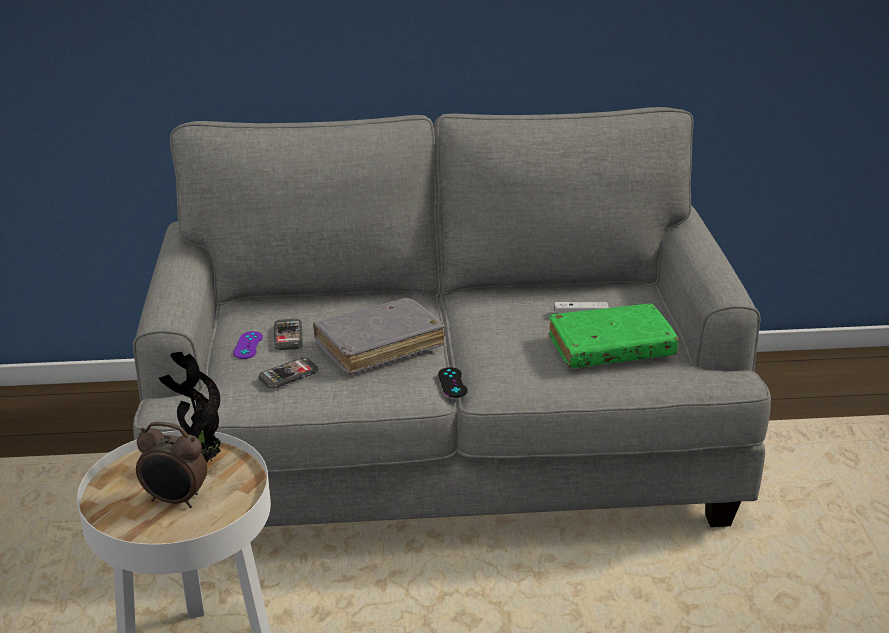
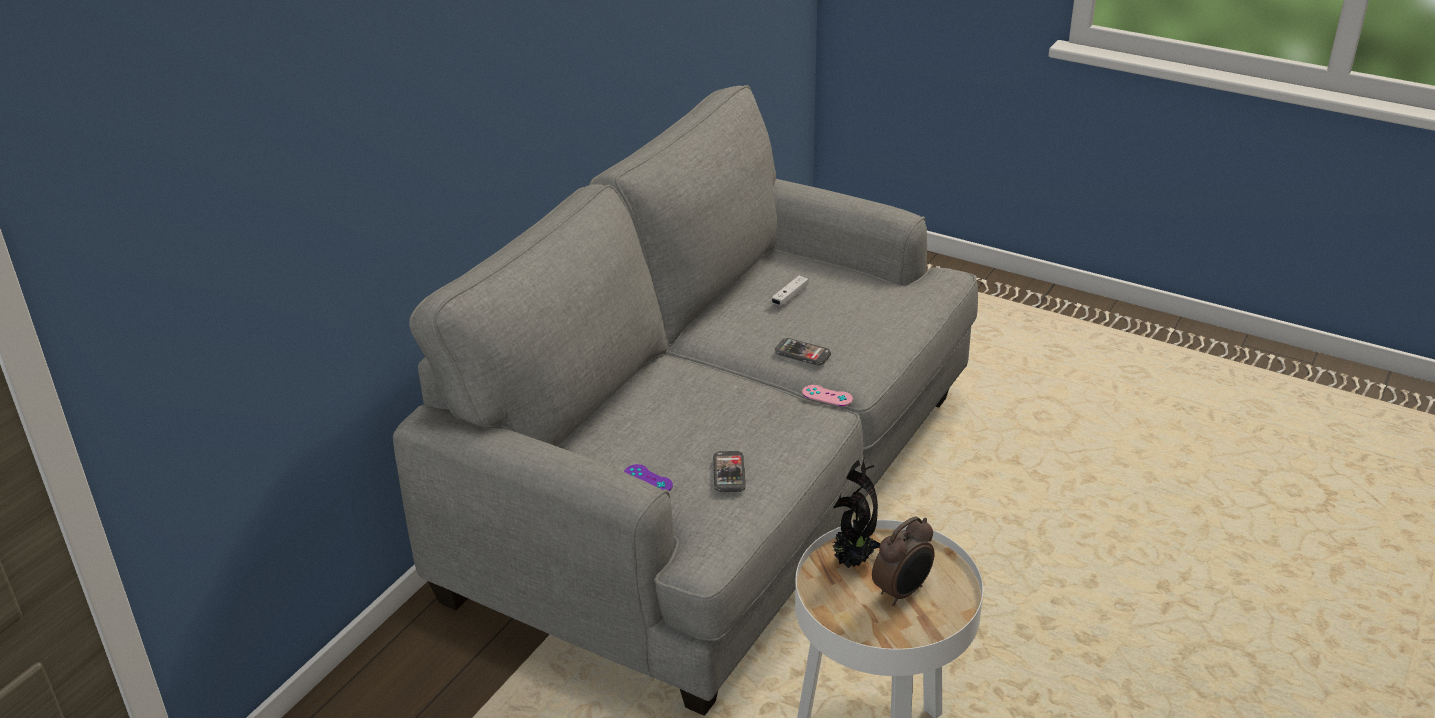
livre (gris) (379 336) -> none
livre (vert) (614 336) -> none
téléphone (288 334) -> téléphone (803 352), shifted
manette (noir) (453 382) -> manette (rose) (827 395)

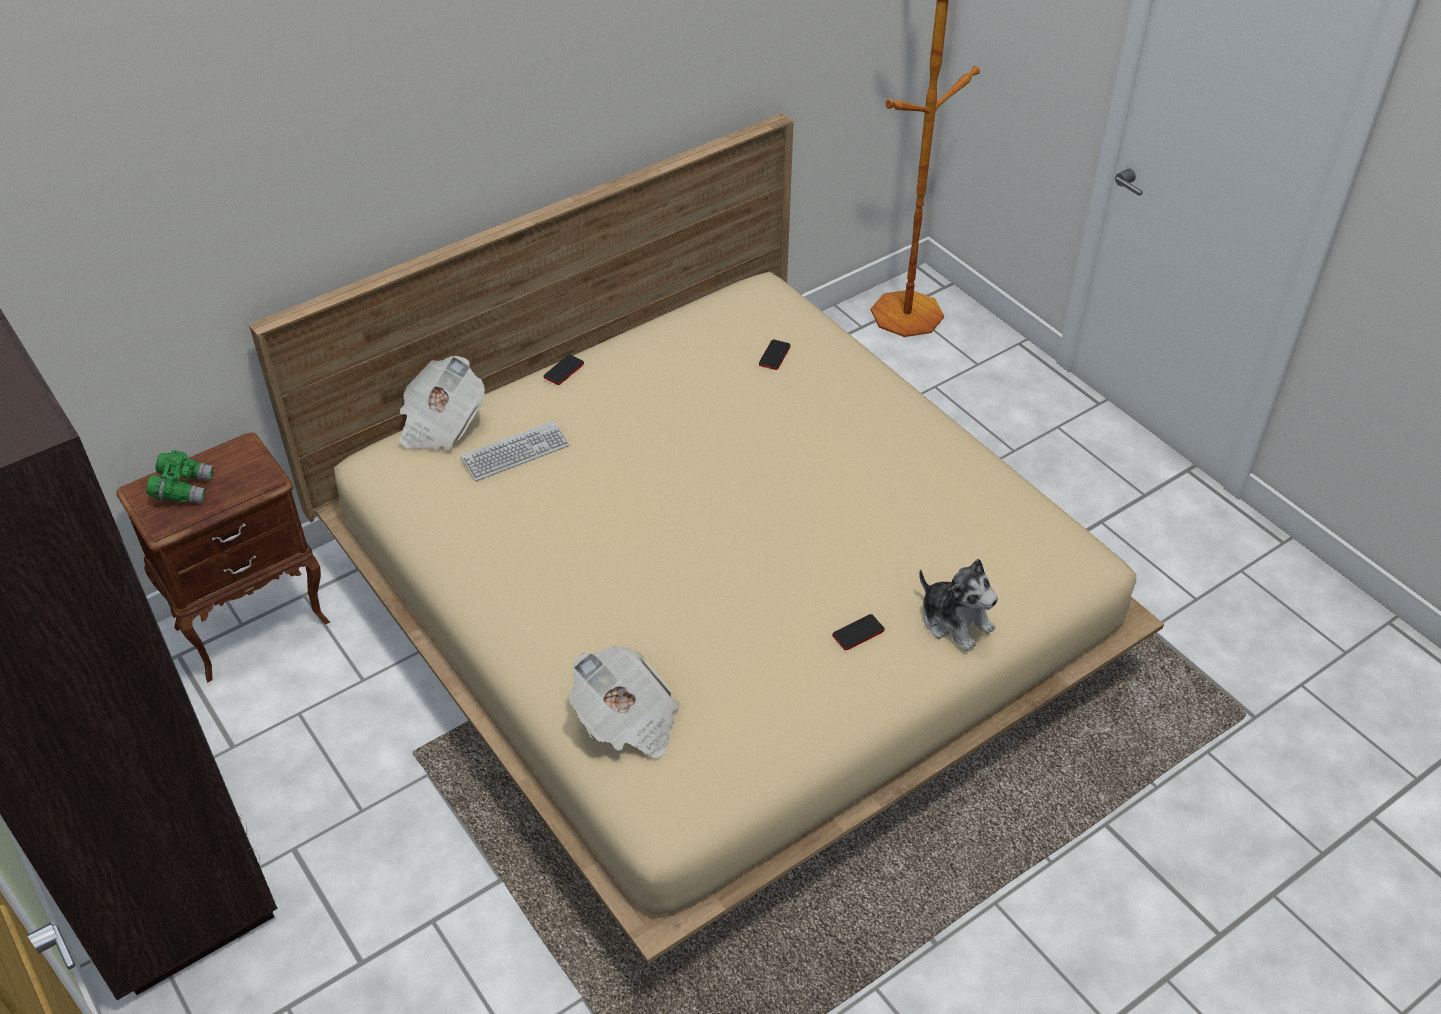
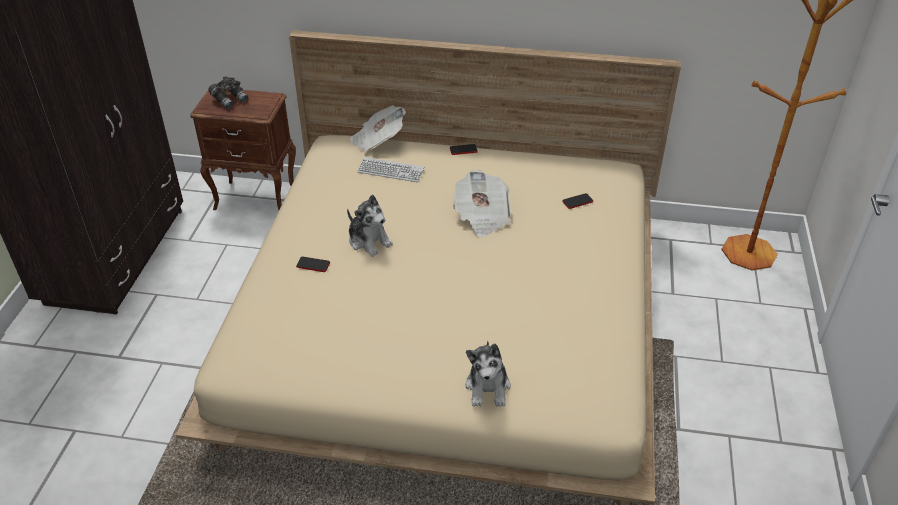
none -> peluche (370 226)
journal (624 702) -> journal (482 203), shifted
téléphone (858 632) -> téléphone (313 264), shifted
jumelles (vert) (179 477) -> jumelles (gris) (228 92)

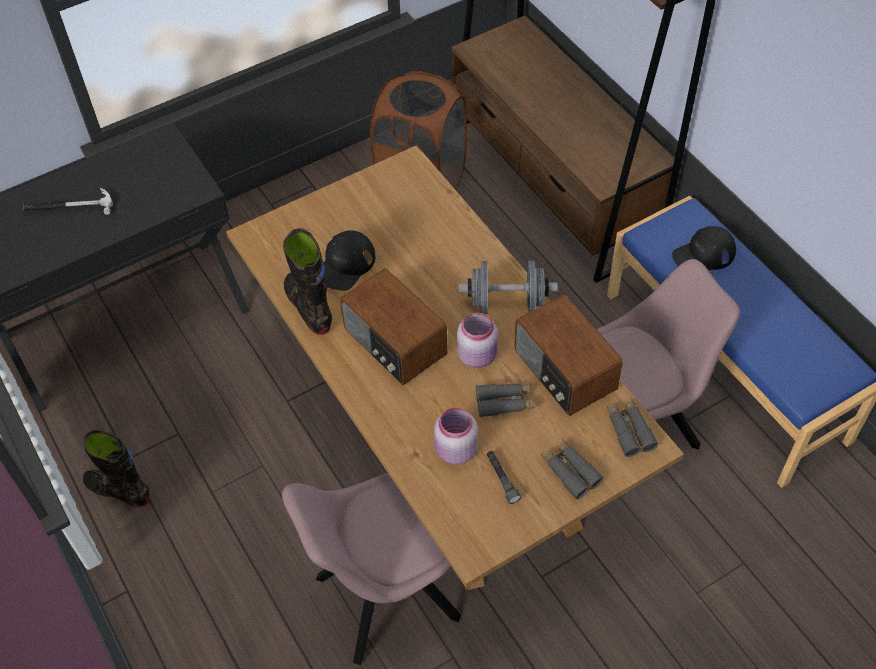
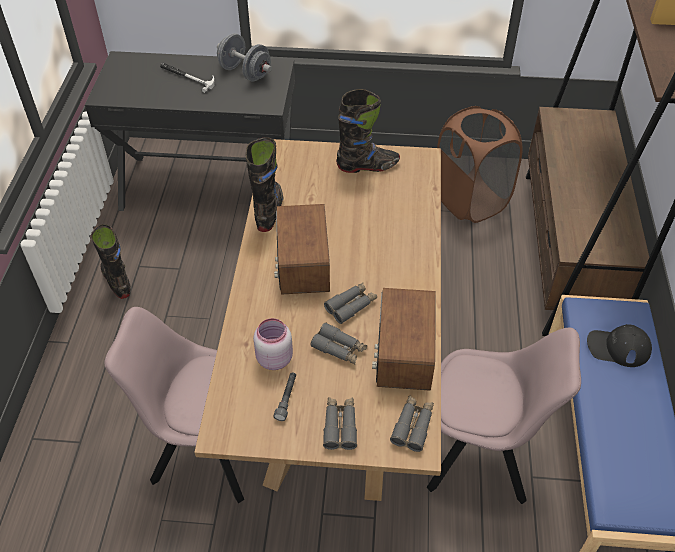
casquette (noir) (349 260) -> none
none -> botte (noir) (368 131)
haltère (gris) (508 287) -> haltère (gris) (244 57), shifted
bocal (rose) (477 340) -> jumelles (gris) (350 303)

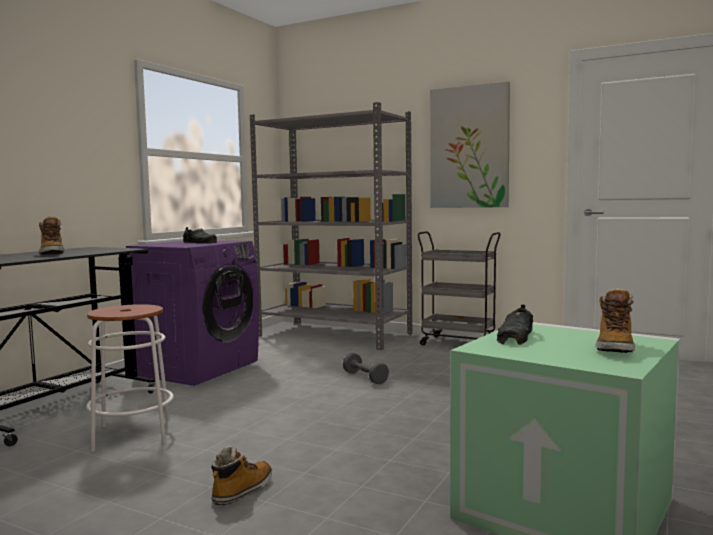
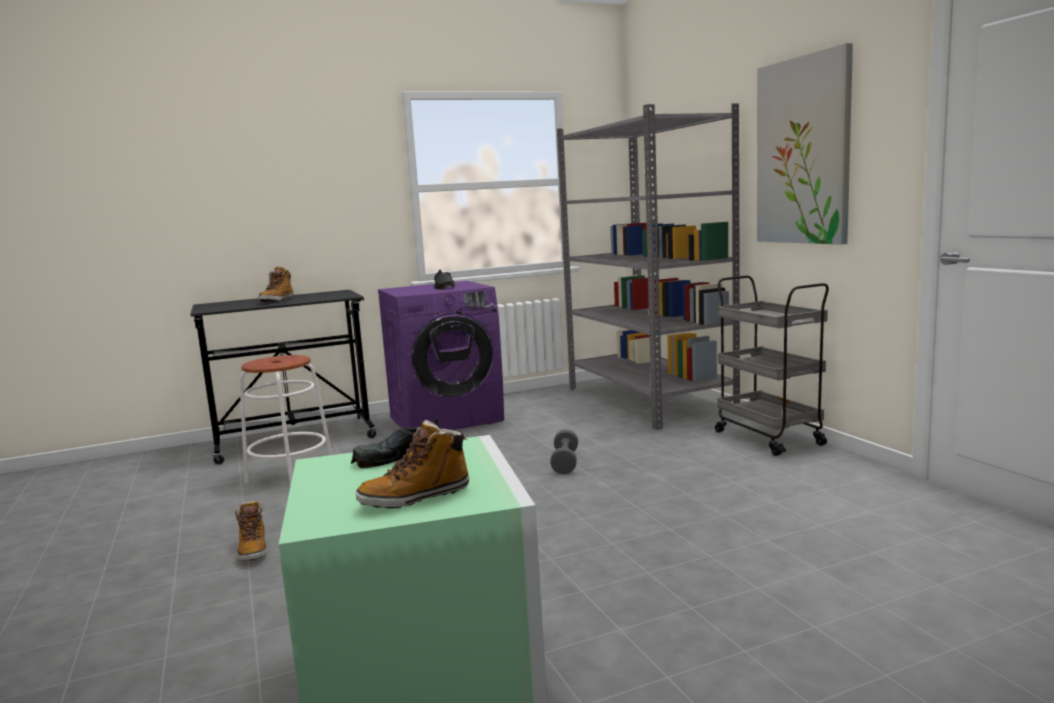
botte (241 475) -> botte (251 531), 90 degrees clockwise

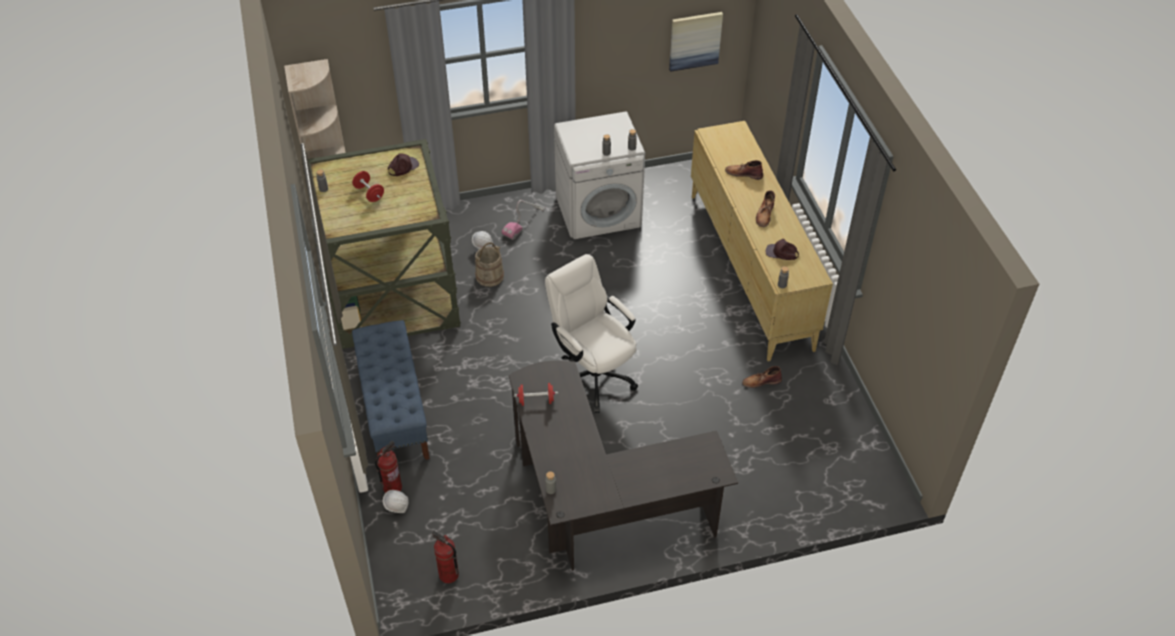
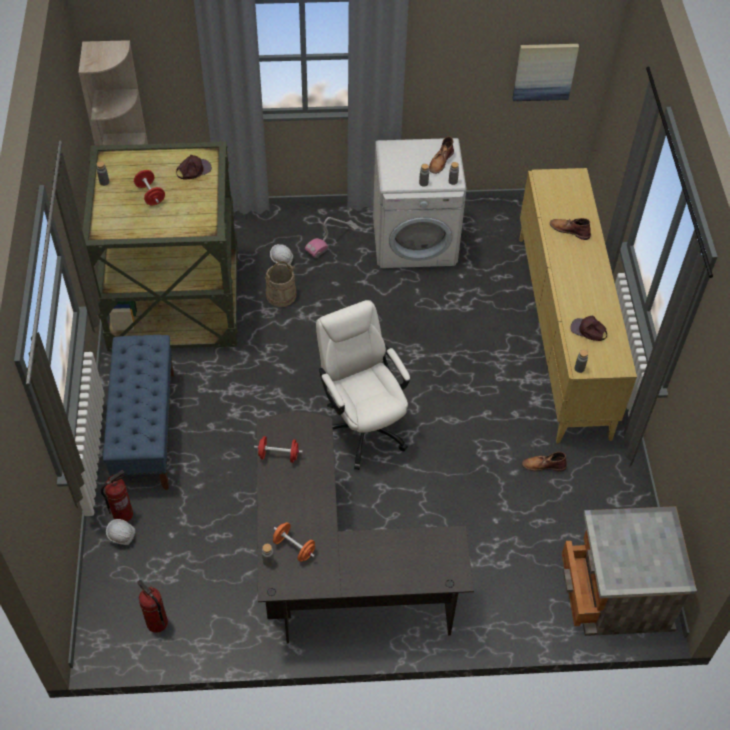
none -> haltère (orange) (294 542)
none -> table de chevet (gris) (629 571)
botte (marron) (765 208) -> botte (marron) (441 155), shifted

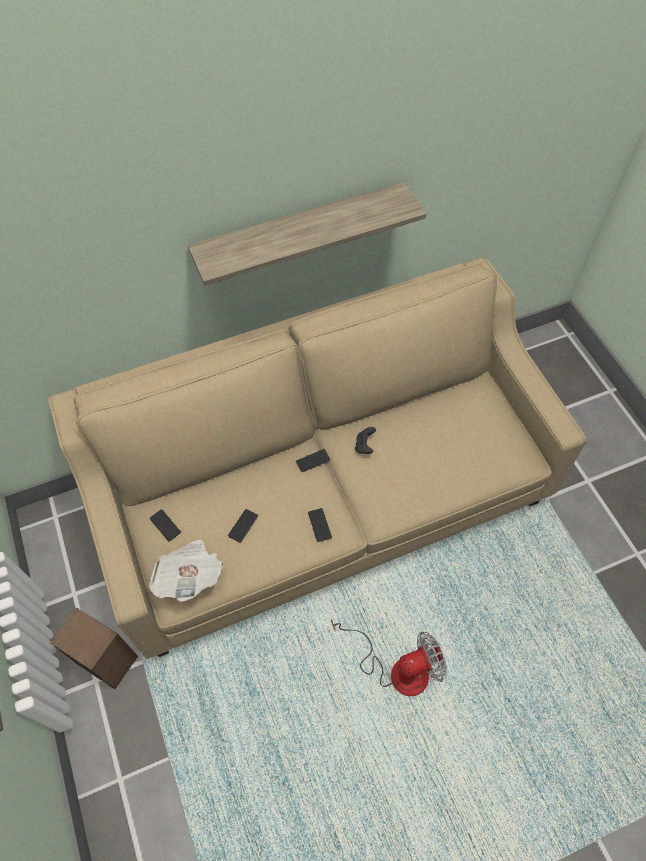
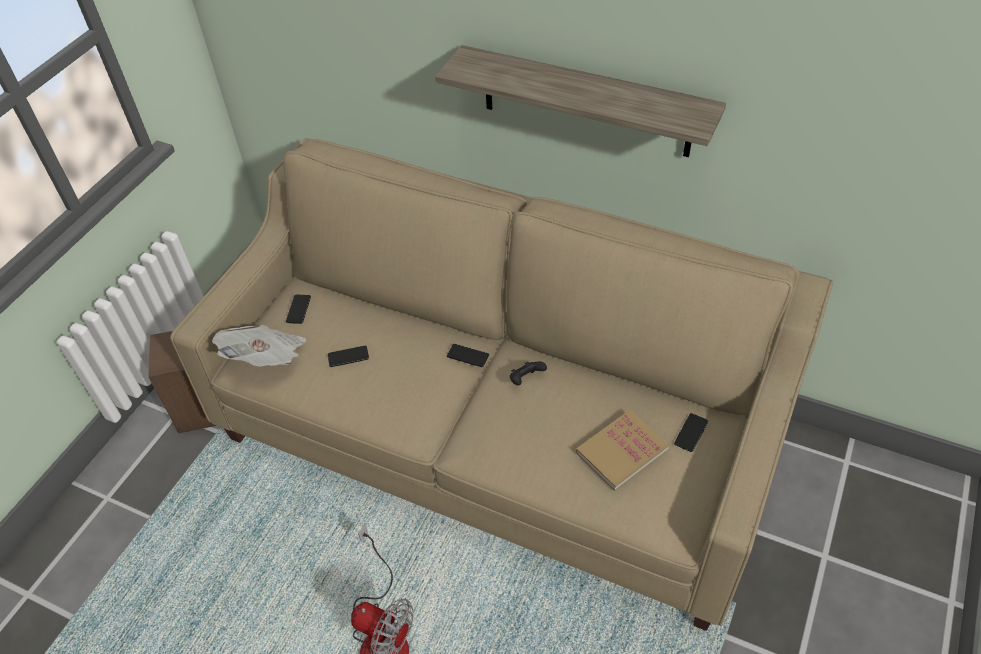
none -> livre (622 450)
téléphone (320 525) -> téléphone (691 432), shifted

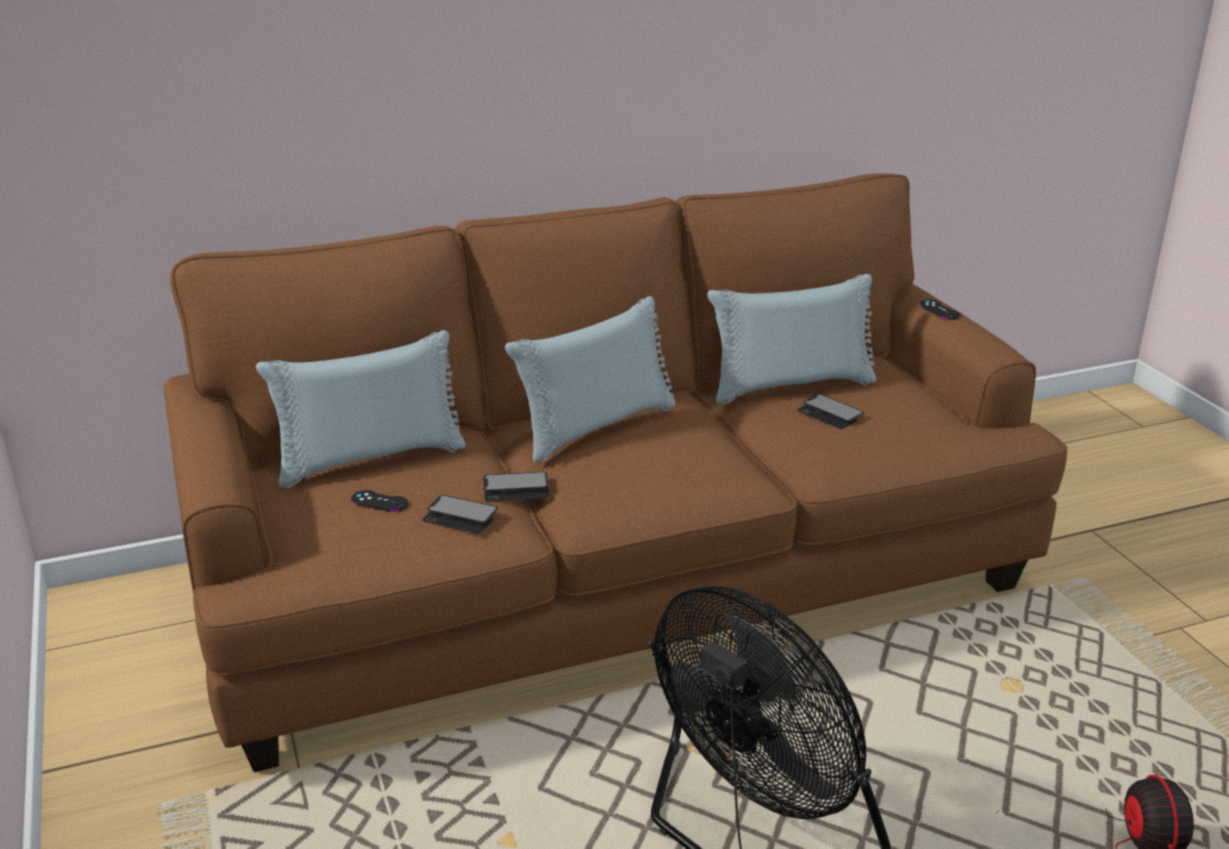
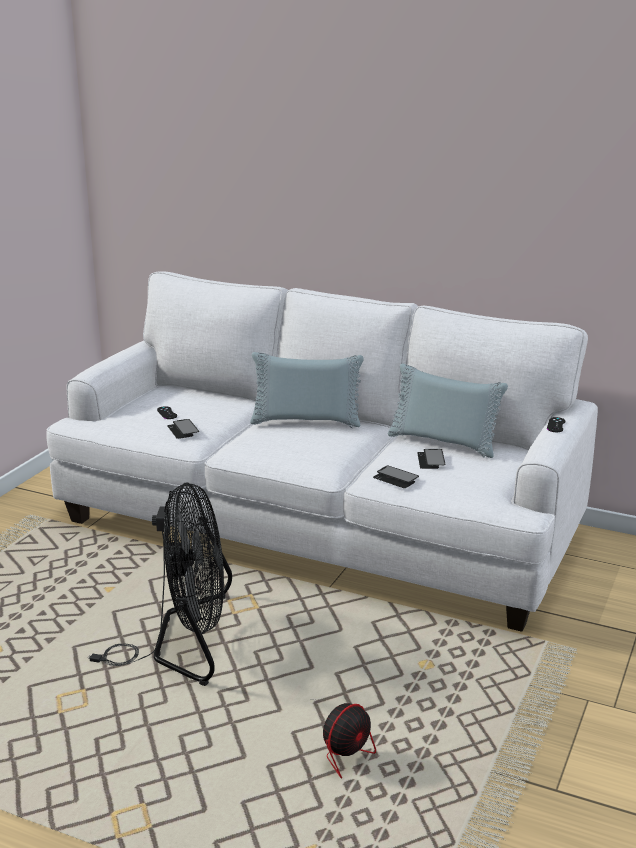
coussin (bleu) (361 409) -> none
téléphone (516 487) -> téléphone (396 477), shifted
canapé (marron) (615 472) -> canapé (blanc) (322 451)

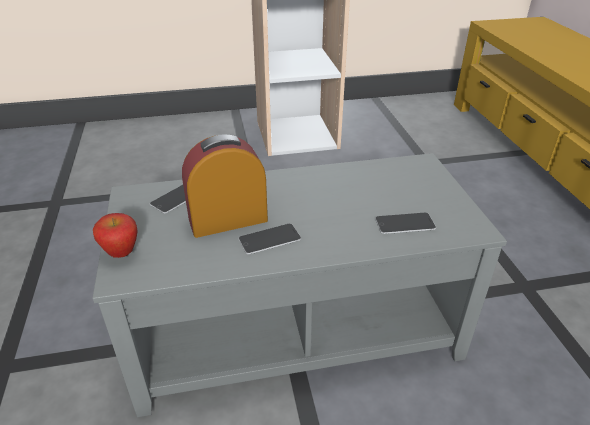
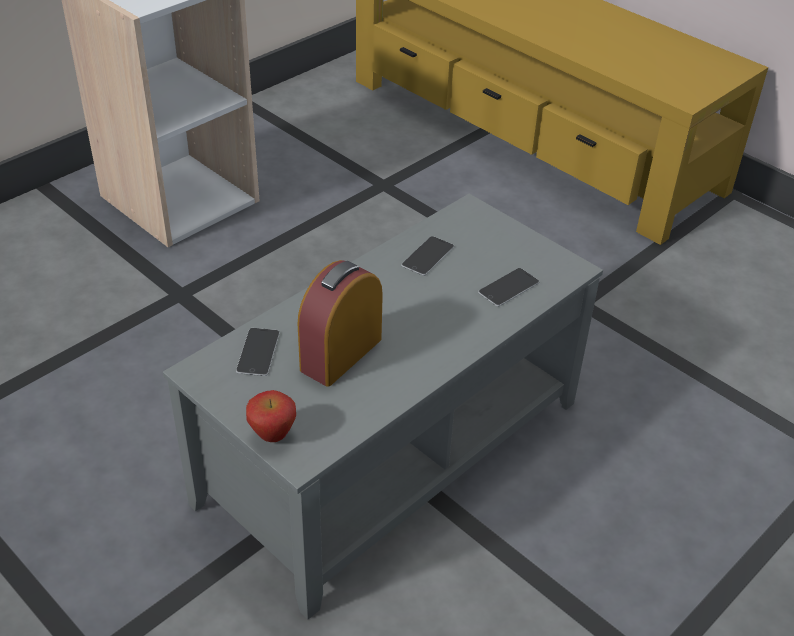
téléphone (269 239) -> téléphone (427 256), shifted

